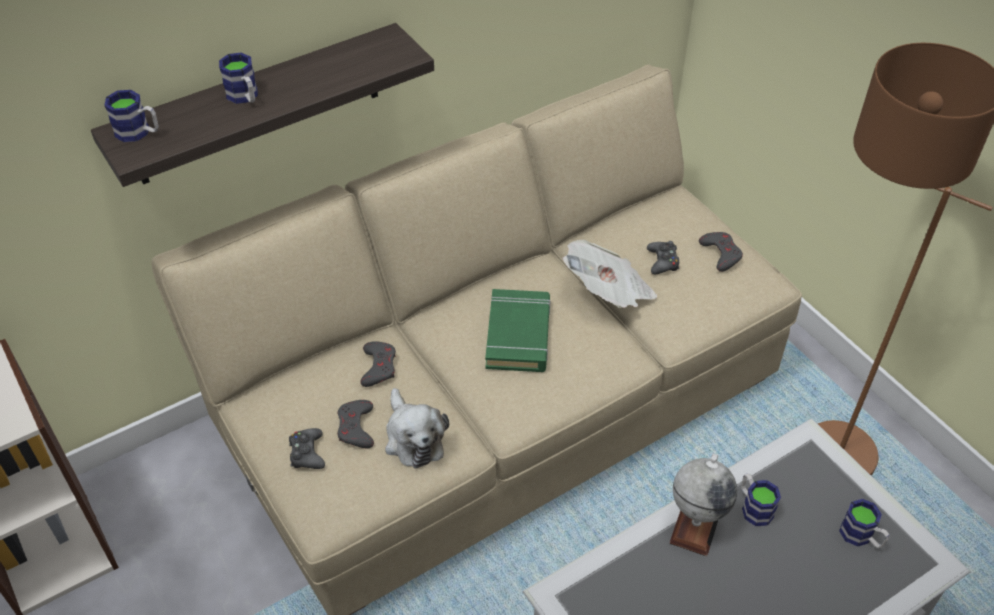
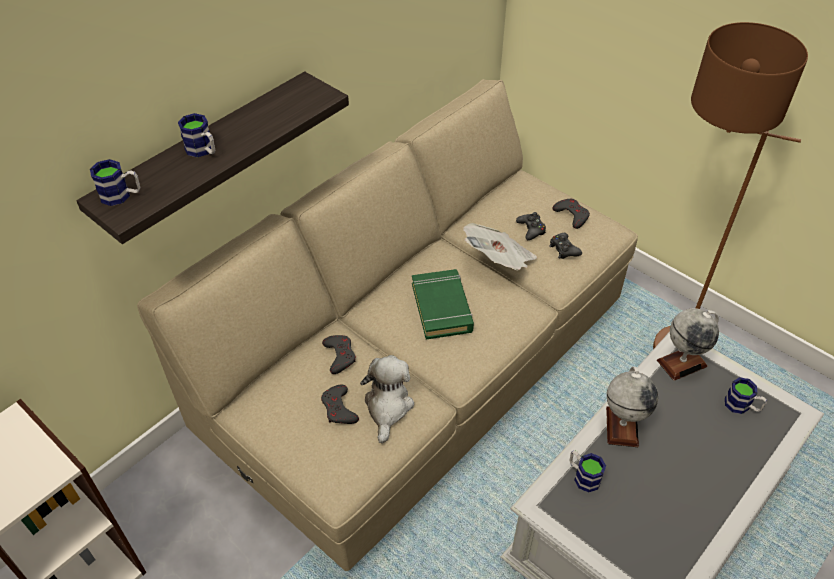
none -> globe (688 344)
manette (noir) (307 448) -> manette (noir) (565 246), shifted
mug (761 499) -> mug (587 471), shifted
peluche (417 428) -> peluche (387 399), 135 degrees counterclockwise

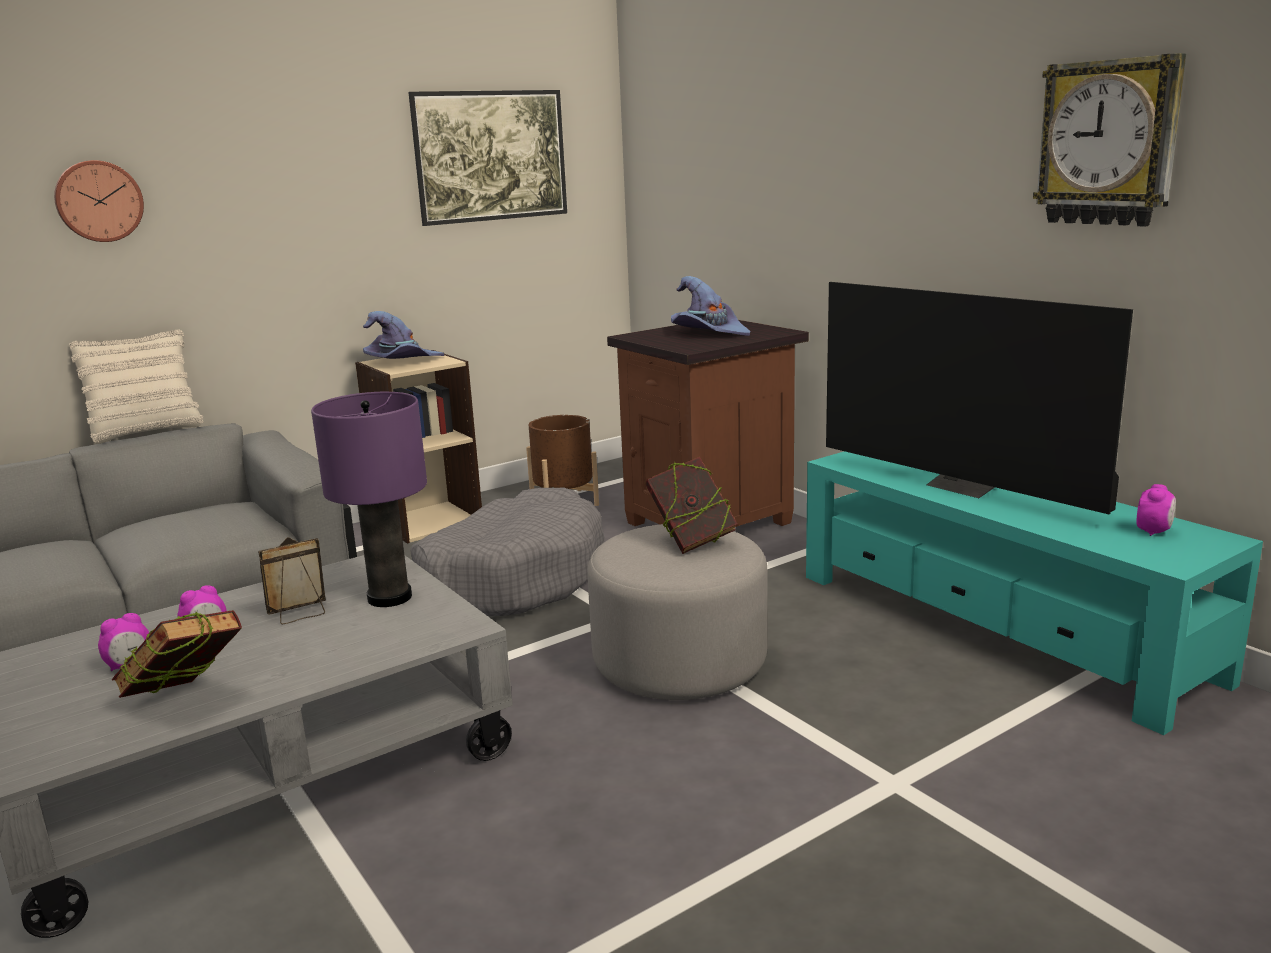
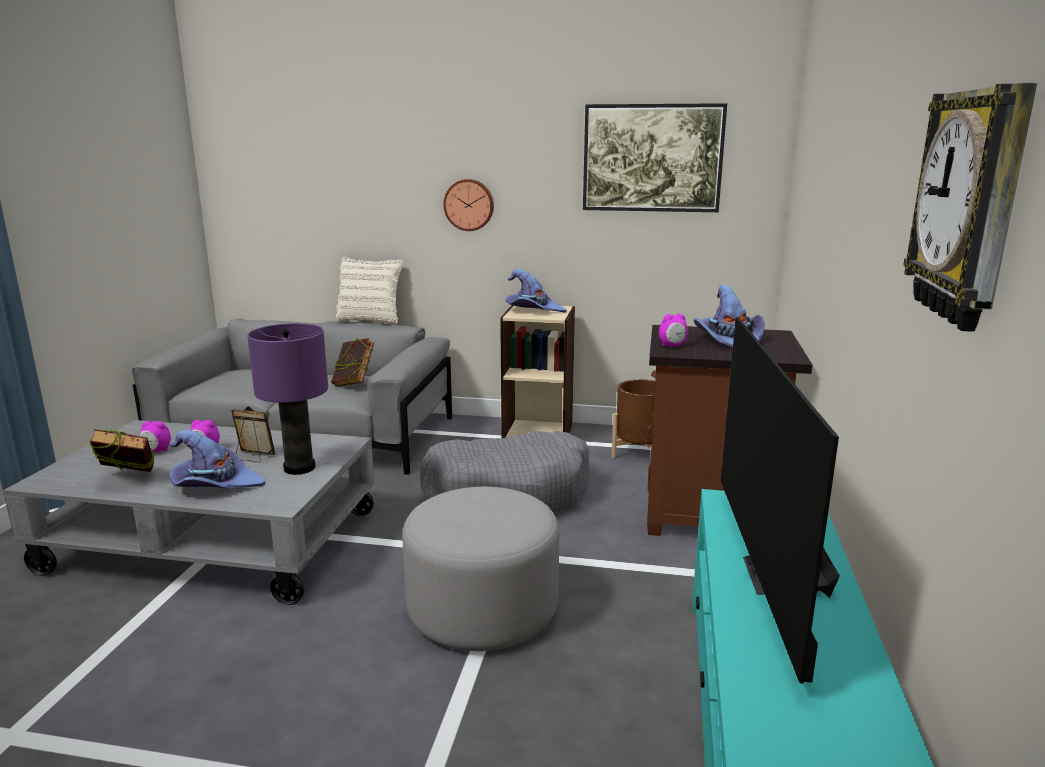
none -> chapeau (violet) (217 459)
horloge murale (99 201) -> horloge murale (468 205), shifted
livre (691 505) -> livre (352 362), shifted
réveil (1156 510) -> réveil (673 330), shifted

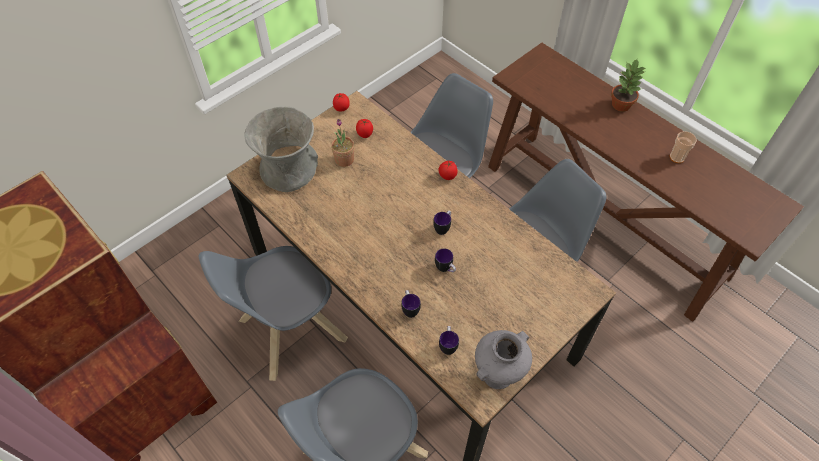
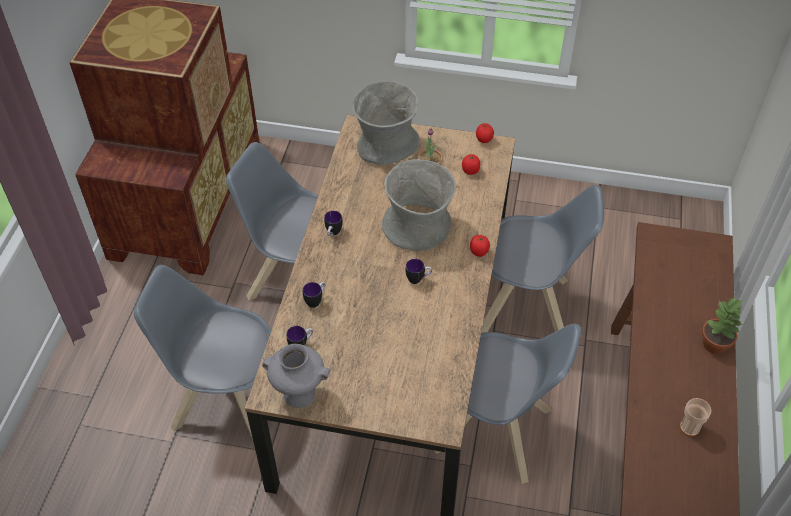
none -> vase (gris) (419 205)
mug (445 260) -> mug (333 223), shifted

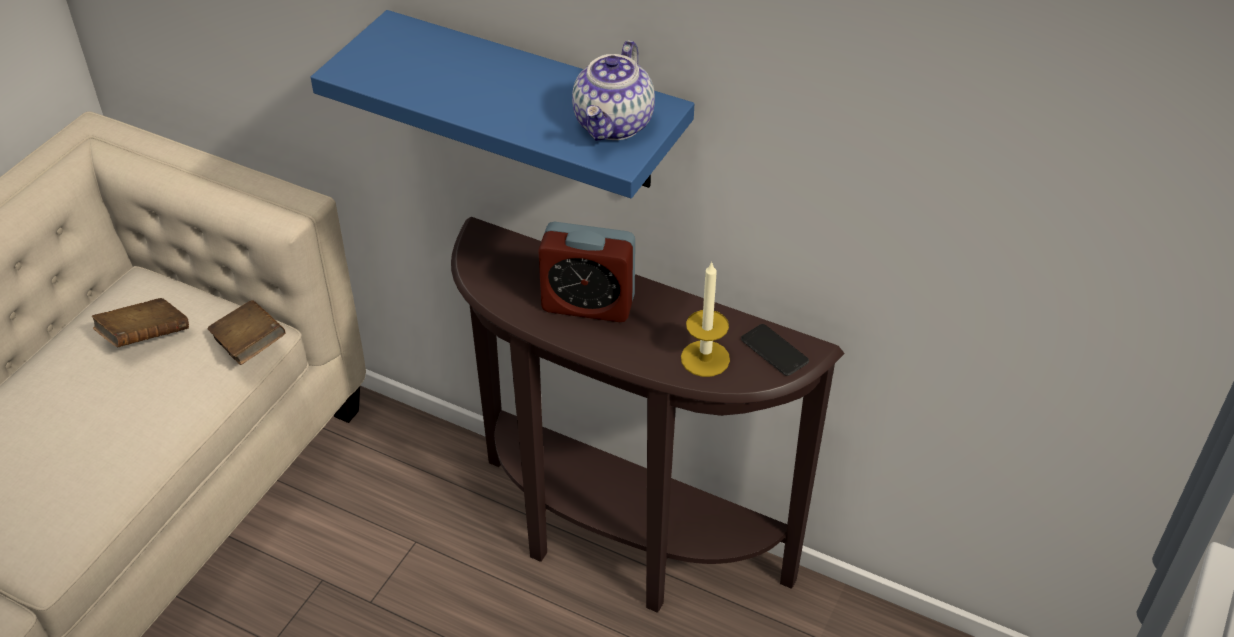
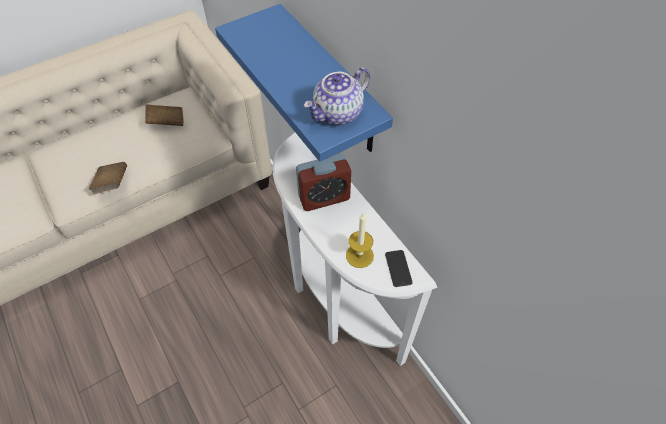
livre (marron) (246 333) -> livre (marron) (108 178), shifted
table console (marron) (648 415) -> table console (blanc) (354 249)
réveil (586 272) -> réveil (323 182), 60 degrees counterclockwise

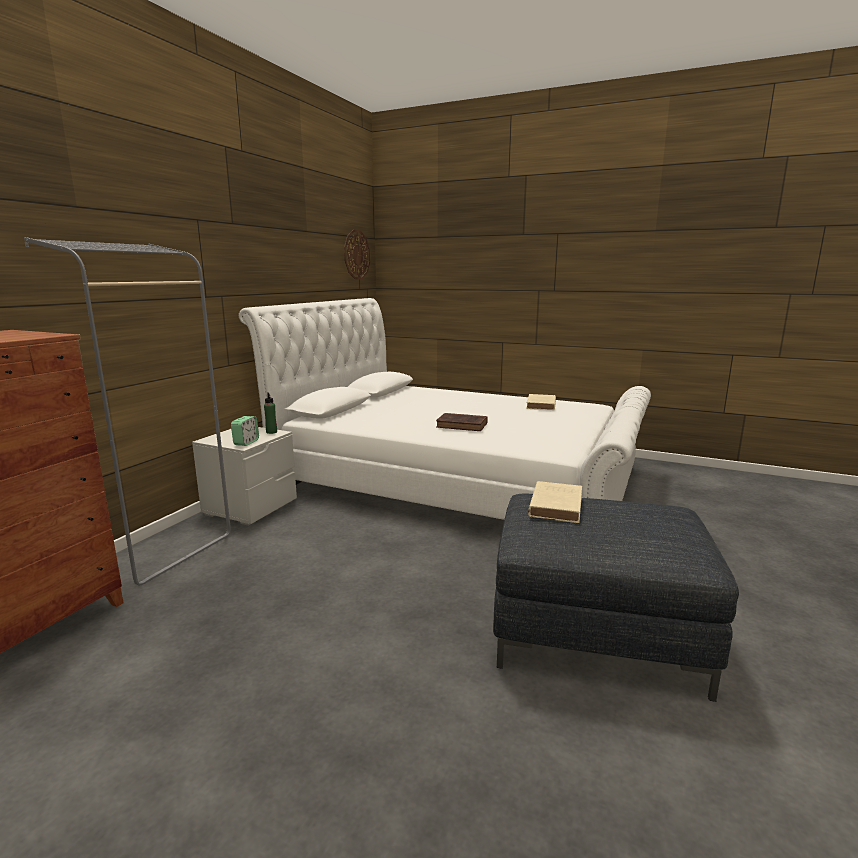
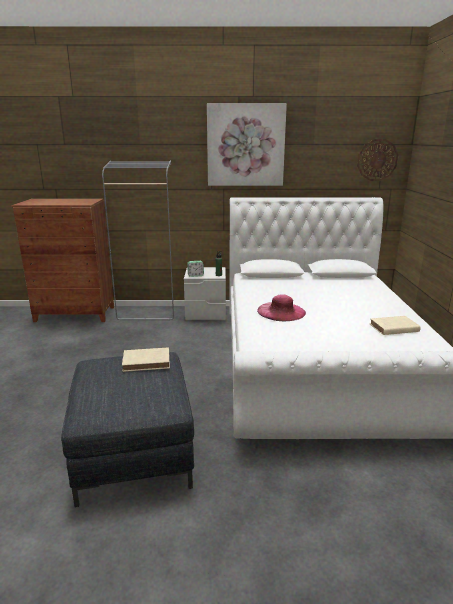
none -> tableau (247 144)
livre (marron) (462 422) -> chapeau (rose) (281 307)

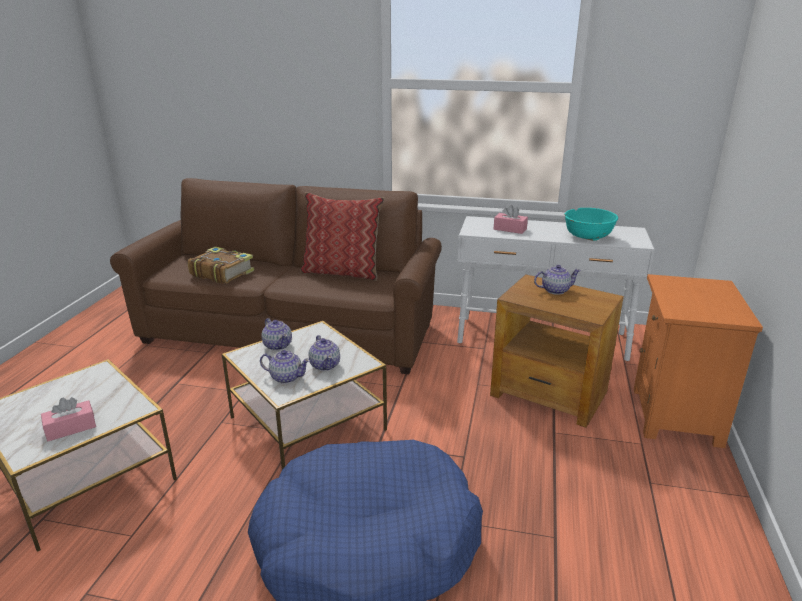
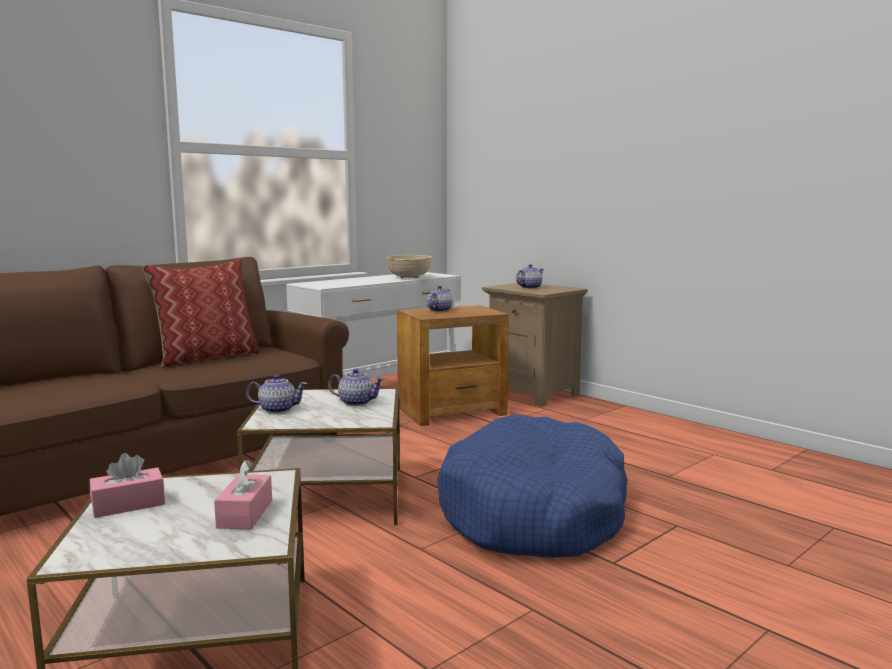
livre (221 265) -> none
théière (285 367) -> théière (530 276), shifted
boîte à mouchoirs (rose) (511 219) -> boîte à mouchoirs (rose) (127 485), shifted
bol (turquoise) (591 224) -> bol (beige) (409 266)
table de chevet (orange) (698 361) -> table de chevet (beige) (535 345)

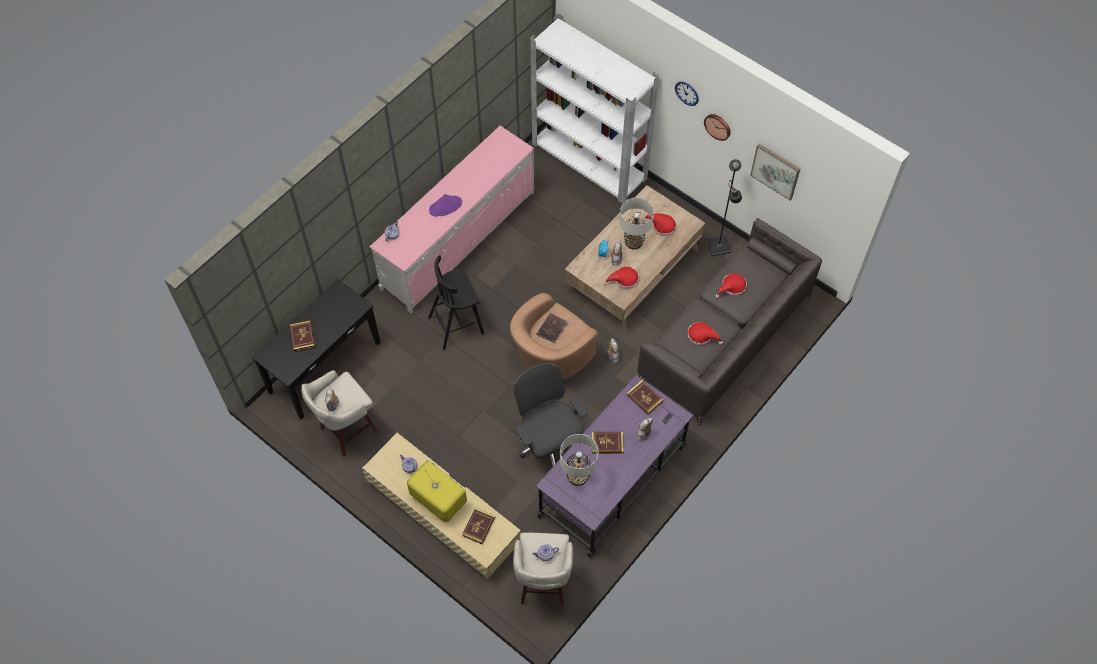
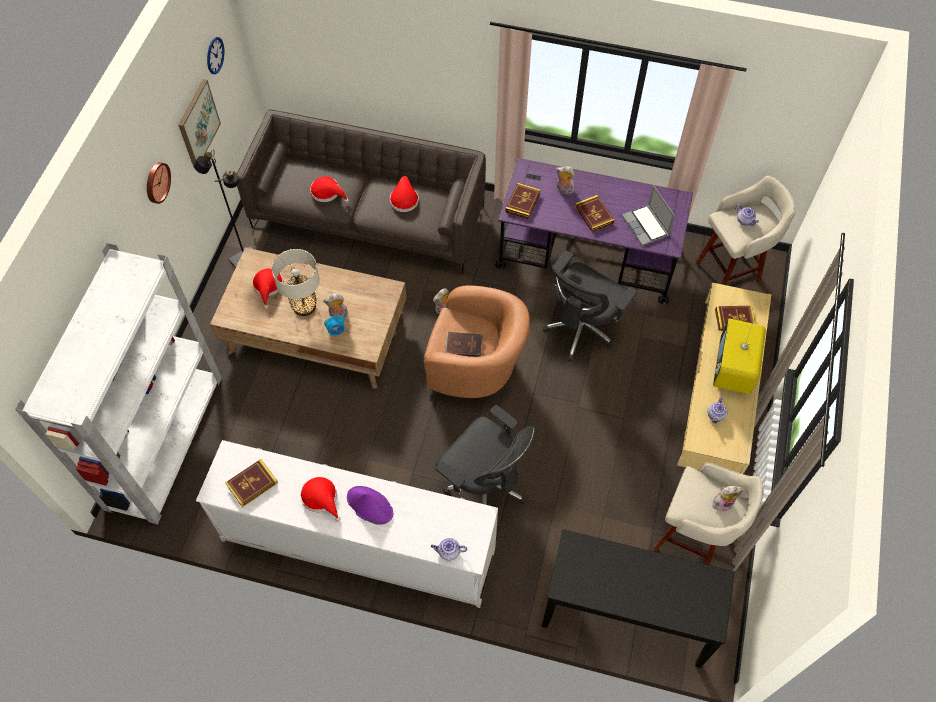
livre (302 336) -> livre (252 483), shifted
chapeau (rouge) (621 278) -> chapeau (rouge) (320 499), shifted
horloge murale (687 94) -> horloge murale (215 55), shifted
tabouret (noir) (456 302) -> chaise de bureau (485 455)
lampe de table (579 460) -> ordinateur portable (648 215)
meuble de rangement (rose) (452 219) -> meuble de rangement (blanc) (347 524)

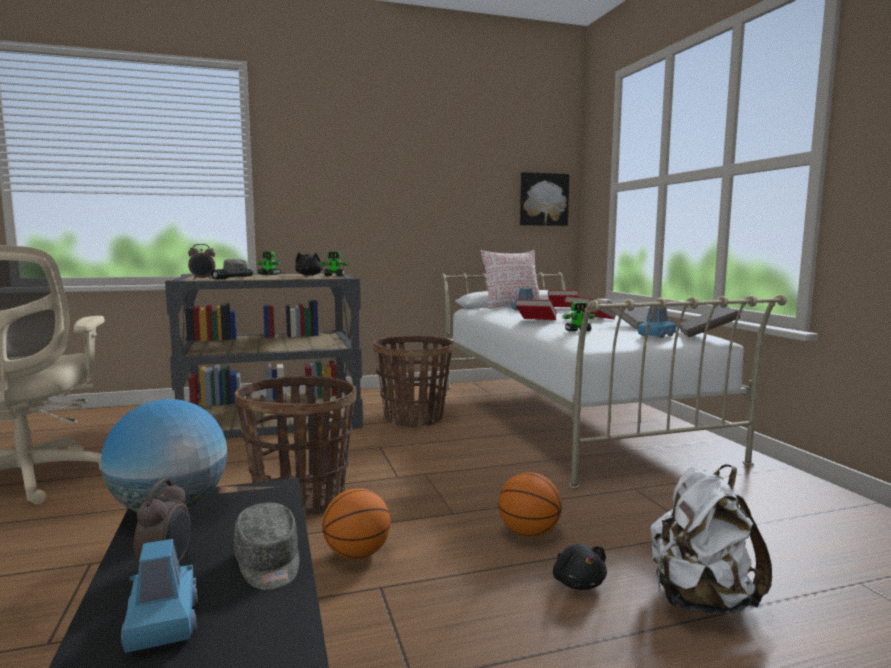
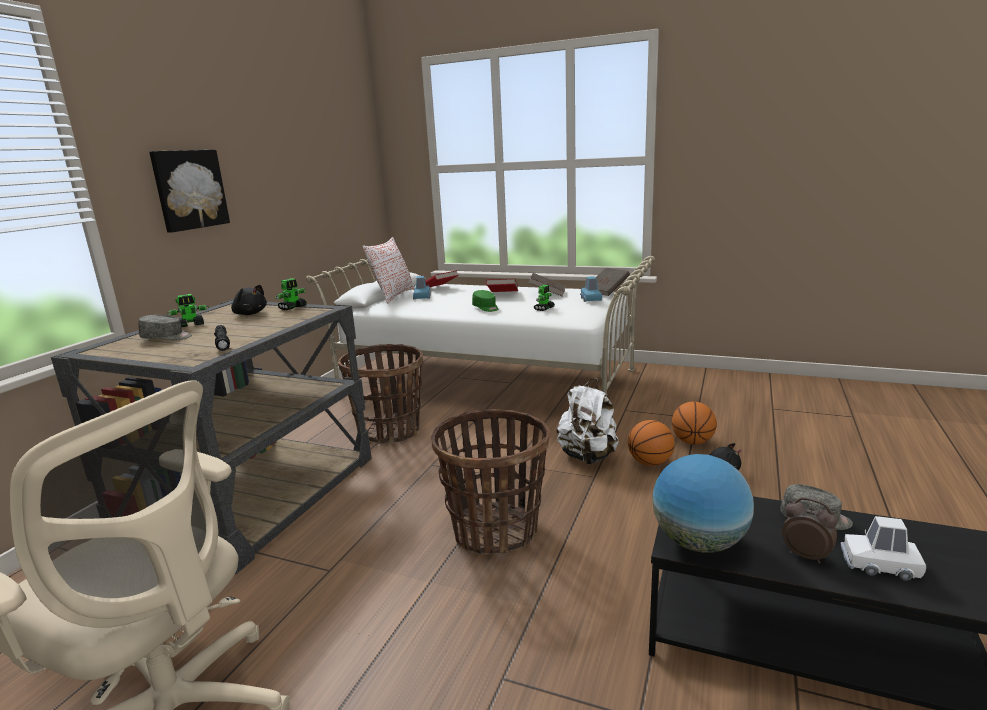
réveil (202 261) -> none
ballon de basket (356 523) -> ballon de basket (694 423), shifted
tableau (545 199) -> tableau (189 191), shifted
sac à dos (blanc) (711 538) -> sac à dos (blanc) (588 421), shifted
livre (rouge) (536 309) -> casquette (vert) (485 301)
petite voiture (bleu) (159 596) -> petite voiture (blanc) (883 548)

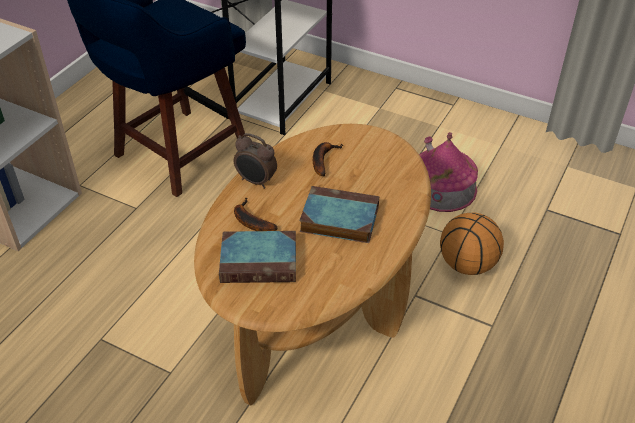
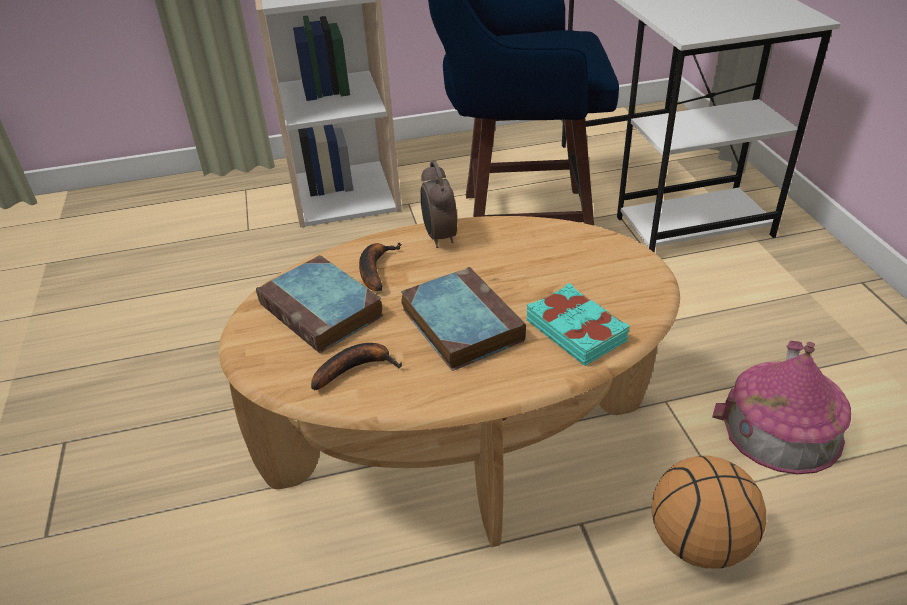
none -> livre (turquoise) (578 324)
banane (328 159) -> banane (357 367), shifted

